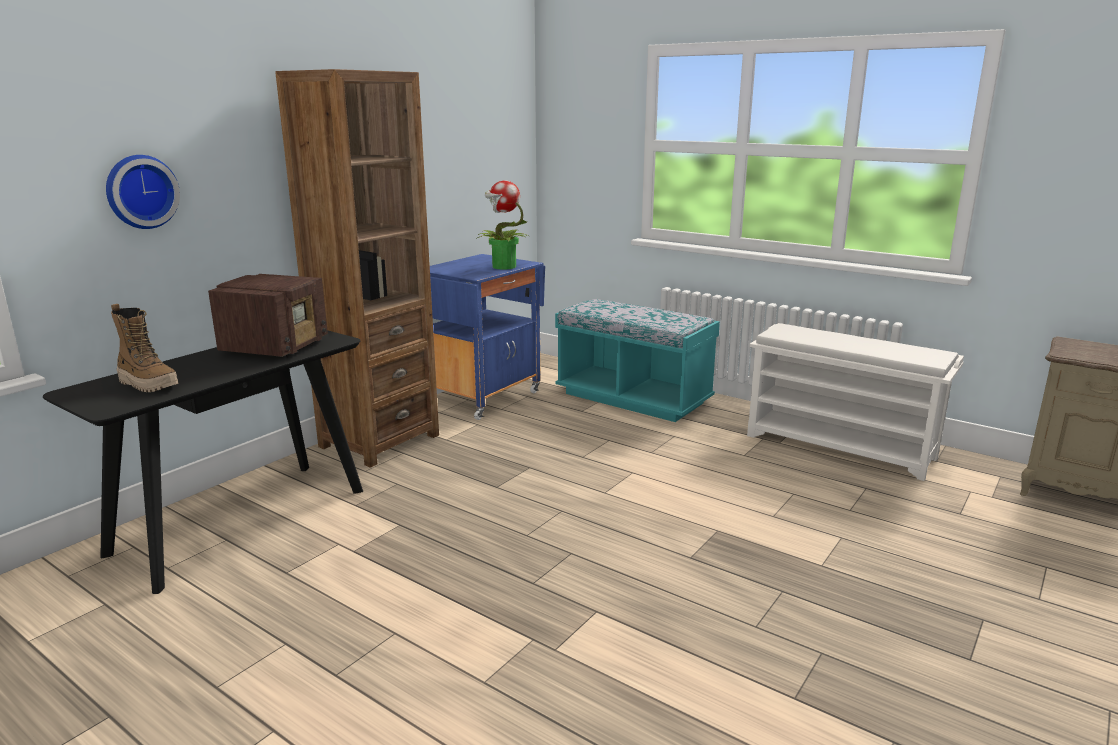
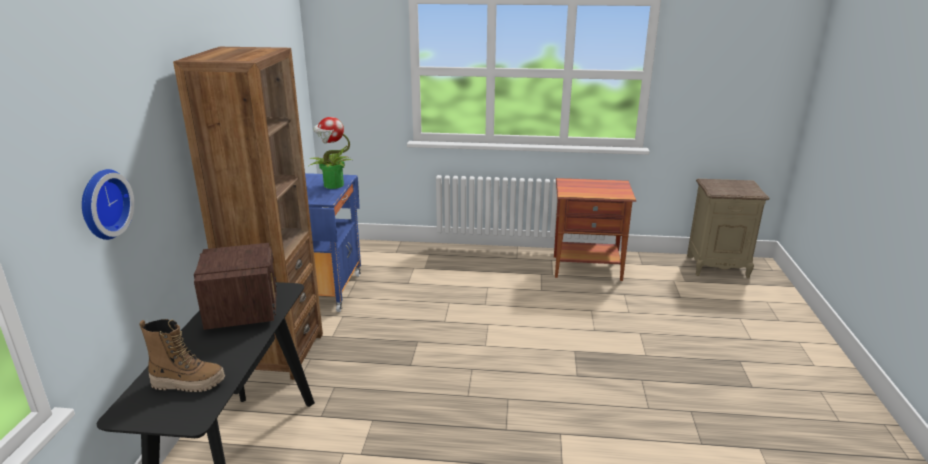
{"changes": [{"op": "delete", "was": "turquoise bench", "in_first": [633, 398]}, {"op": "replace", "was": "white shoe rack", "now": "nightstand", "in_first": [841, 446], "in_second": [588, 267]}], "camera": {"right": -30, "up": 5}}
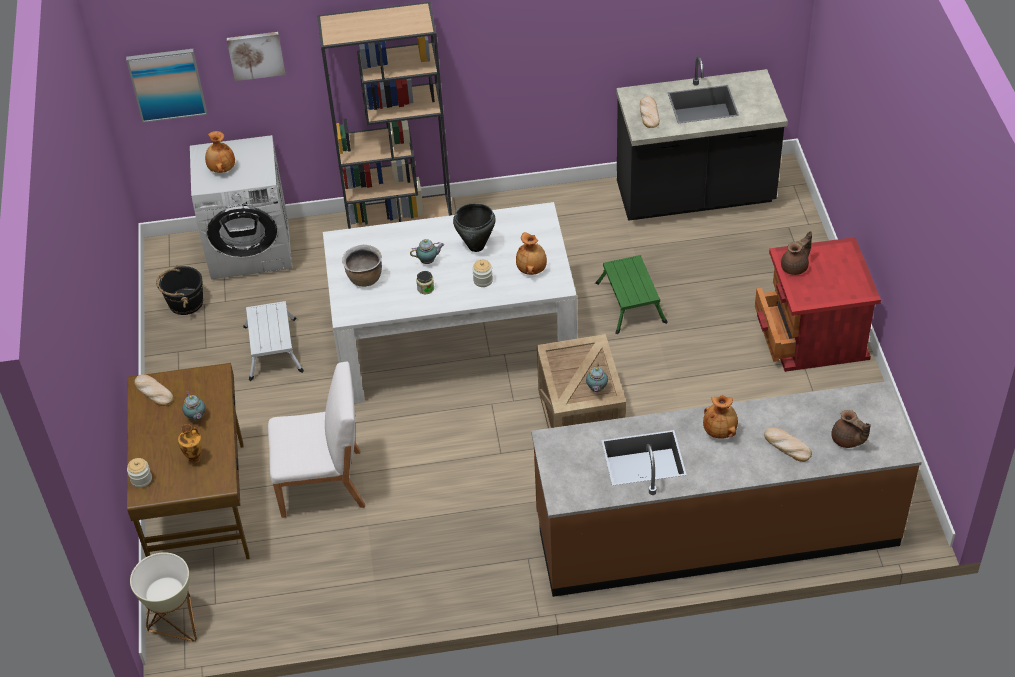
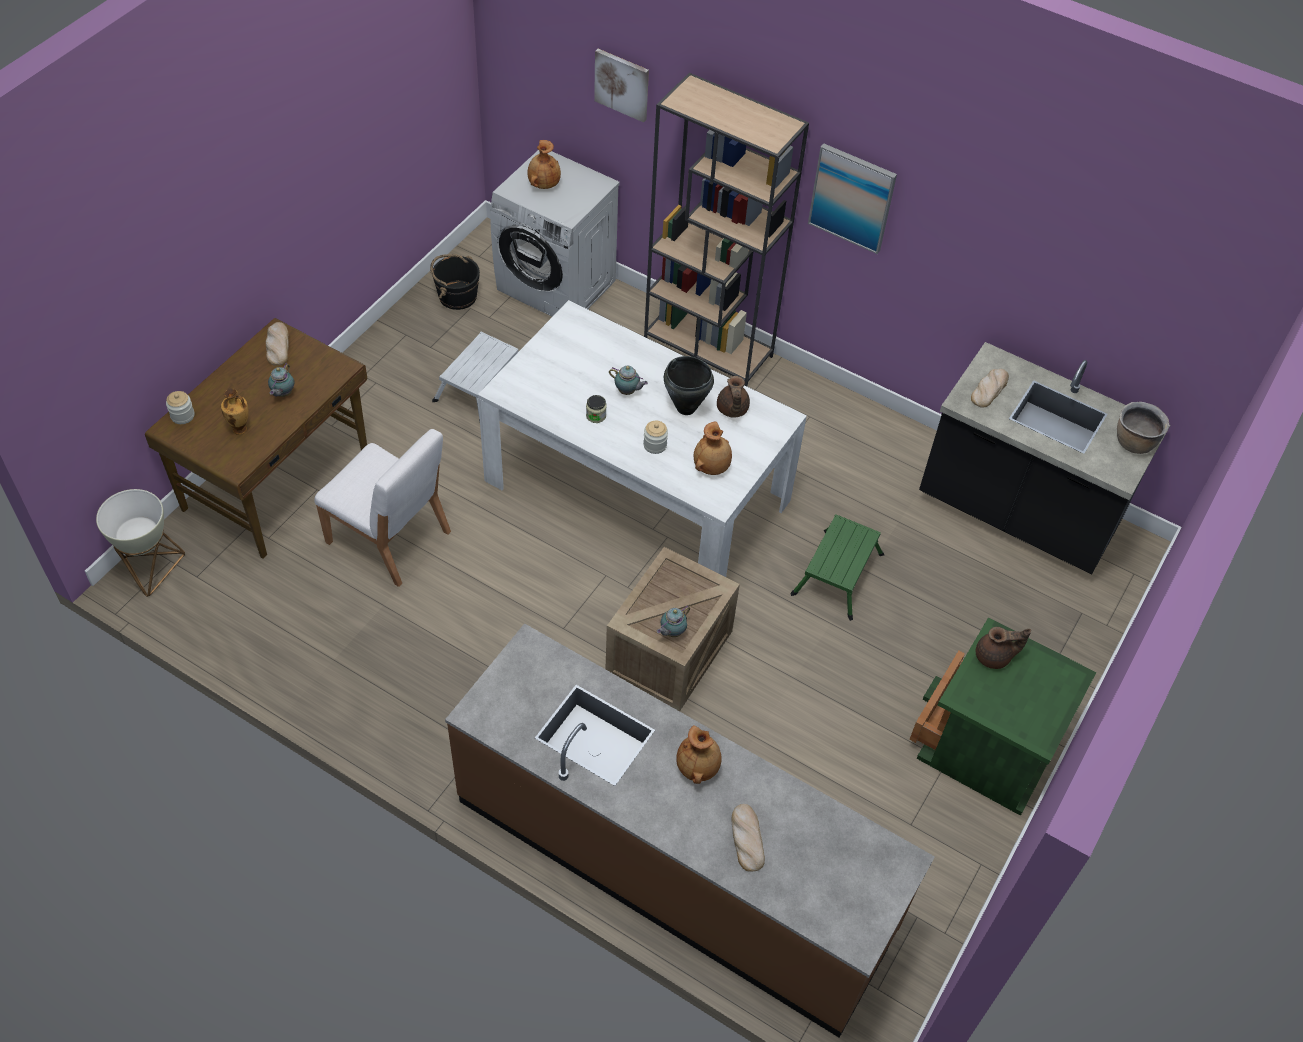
{"changes": [{"op": "move", "was": "picture", "in_first": [167, 84], "in_second": [852, 197]}, {"op": "move", "was": "brown cooking pot", "in_first": [364, 278], "in_second": [1133, 442]}, {"op": "recolor", "was": "red nightstand", "now": "green nightstand", "in_first": [810, 335], "in_second": [983, 741]}, {"op": "move", "was": "brown teapot", "in_first": [847, 440], "in_second": [732, 410]}], "camera": {"right": 35, "up": 5}}
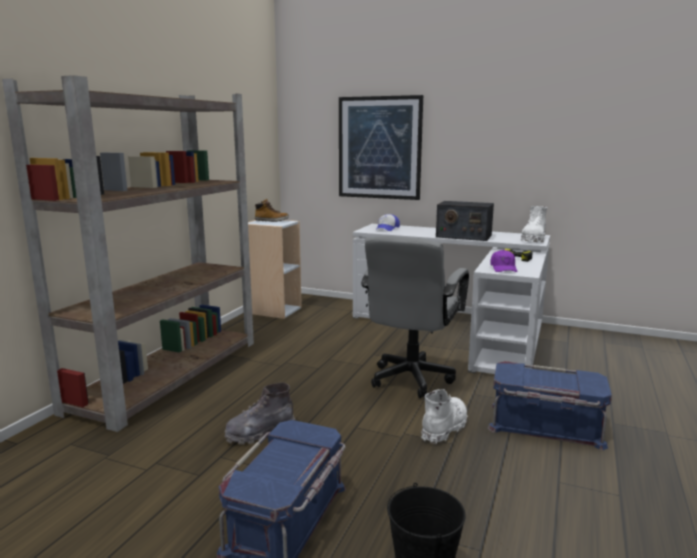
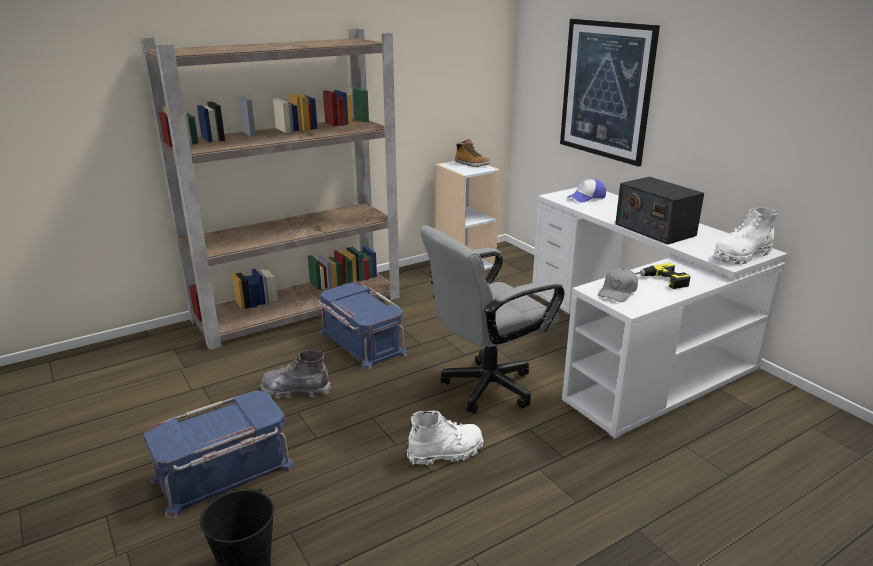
{"changes": [{"op": "move", "was": "blue storage box", "in_first": [545, 426], "in_second": [361, 342]}, {"op": "recolor", "was": "purple cap", "now": "grey cap", "in_first": [503, 268], "in_second": [618, 292]}], "camera": {"right": 35, "up": 10}}
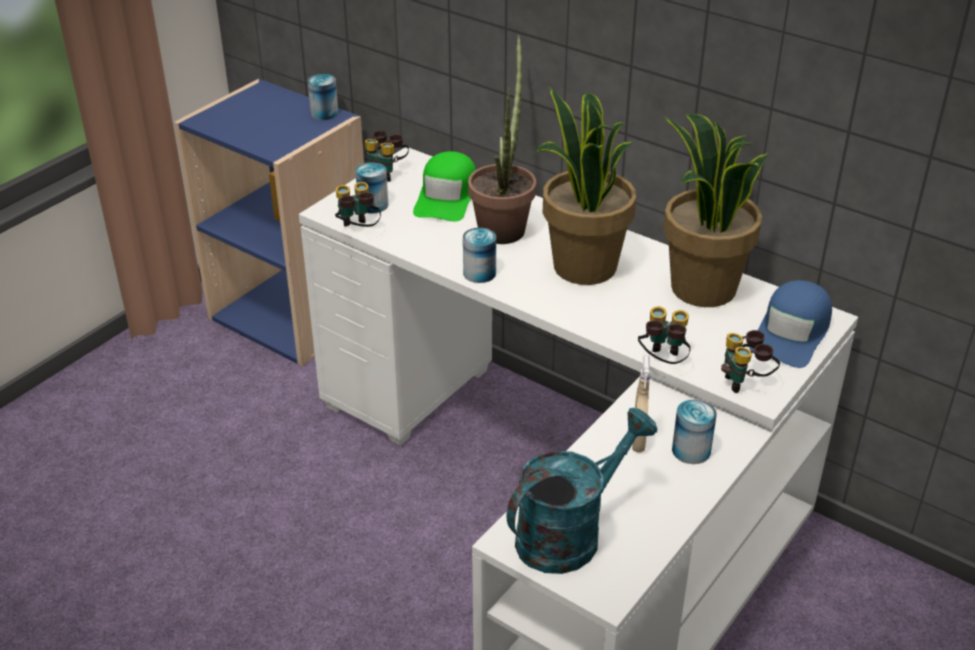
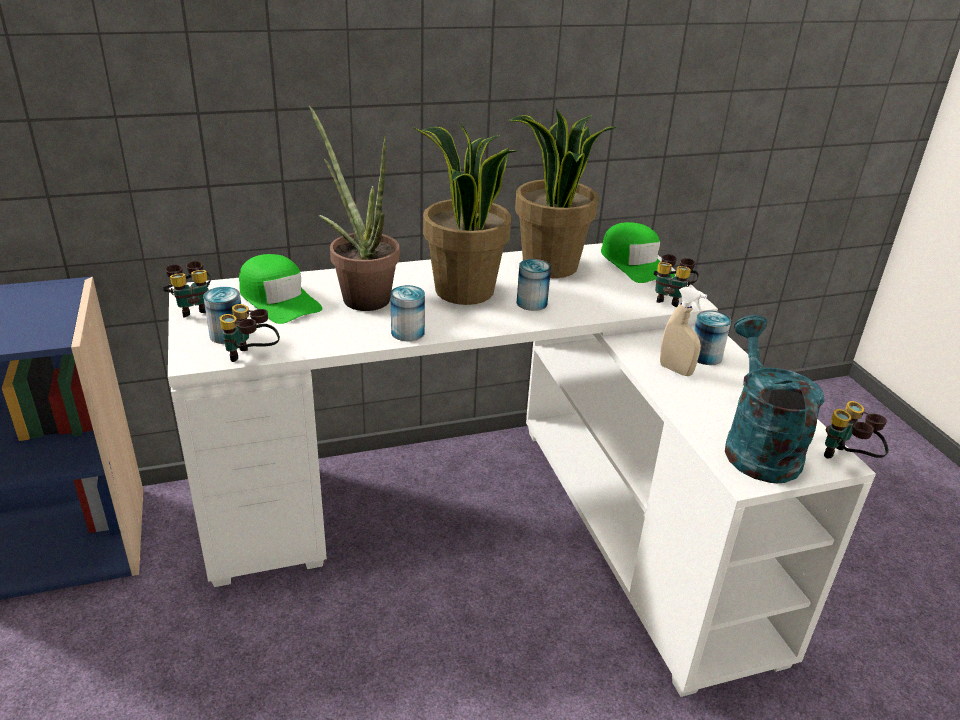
{"changes": [{"op": "move", "was": "can", "in_first": [324, 113], "in_second": [531, 303]}, {"op": "move", "was": "binoculars", "in_first": [662, 361], "in_second": [847, 461]}, {"op": "recolor", "was": "blue cap", "now": "green cap", "in_first": [791, 333], "in_second": [634, 263]}], "camera": {"right": -55, "up": -5}}
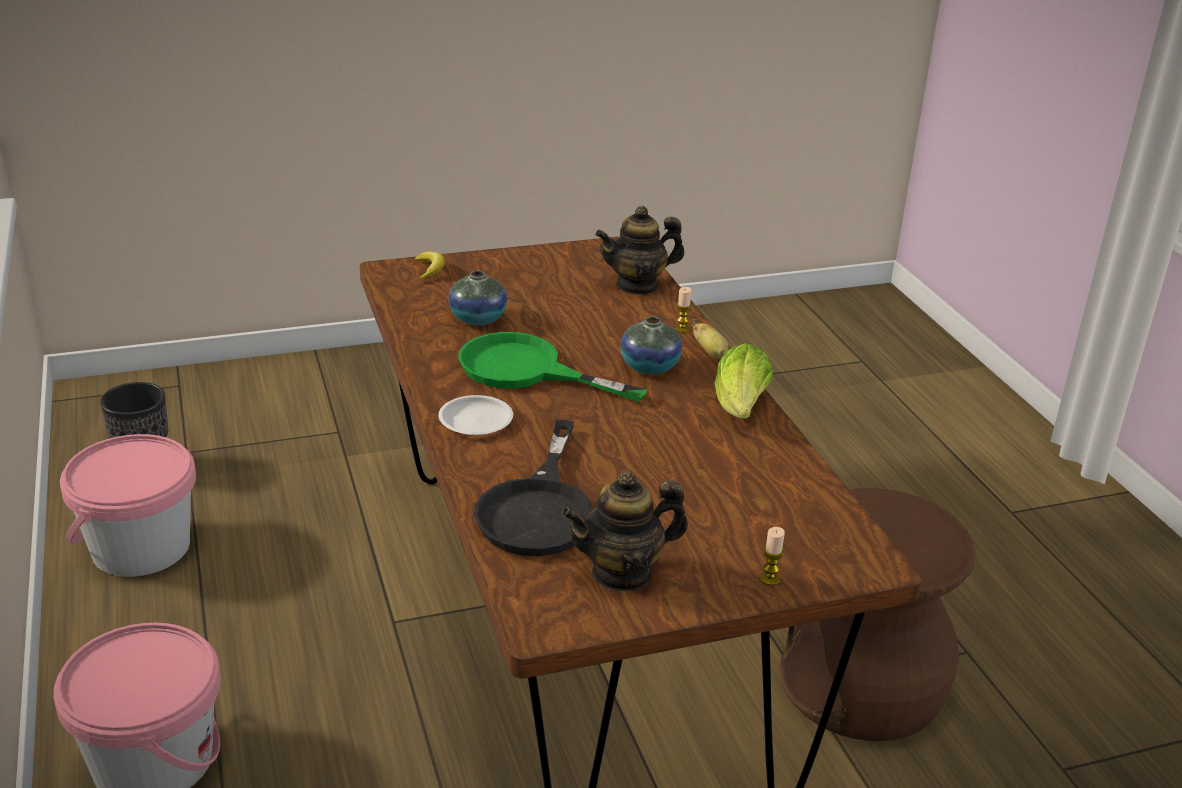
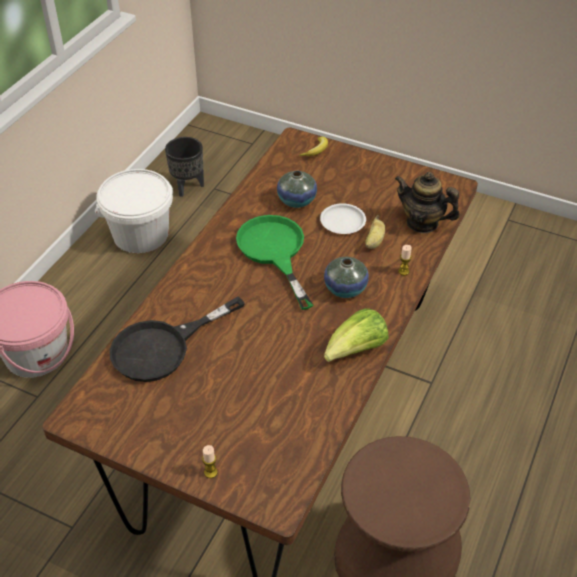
{"changes": [{"op": "recolor", "was": "pink bucket", "now": "white bucket", "in_first": [140, 547], "in_second": [140, 234]}, {"op": "move", "was": "white plate", "in_first": [476, 421], "in_second": [342, 222]}, {"op": "delete", "was": "teapot", "in_first": [622, 572]}, {"op": "move", "was": "banana", "in_first": [711, 353], "in_second": [374, 242]}], "camera": {"right": 45, "up": 15}}
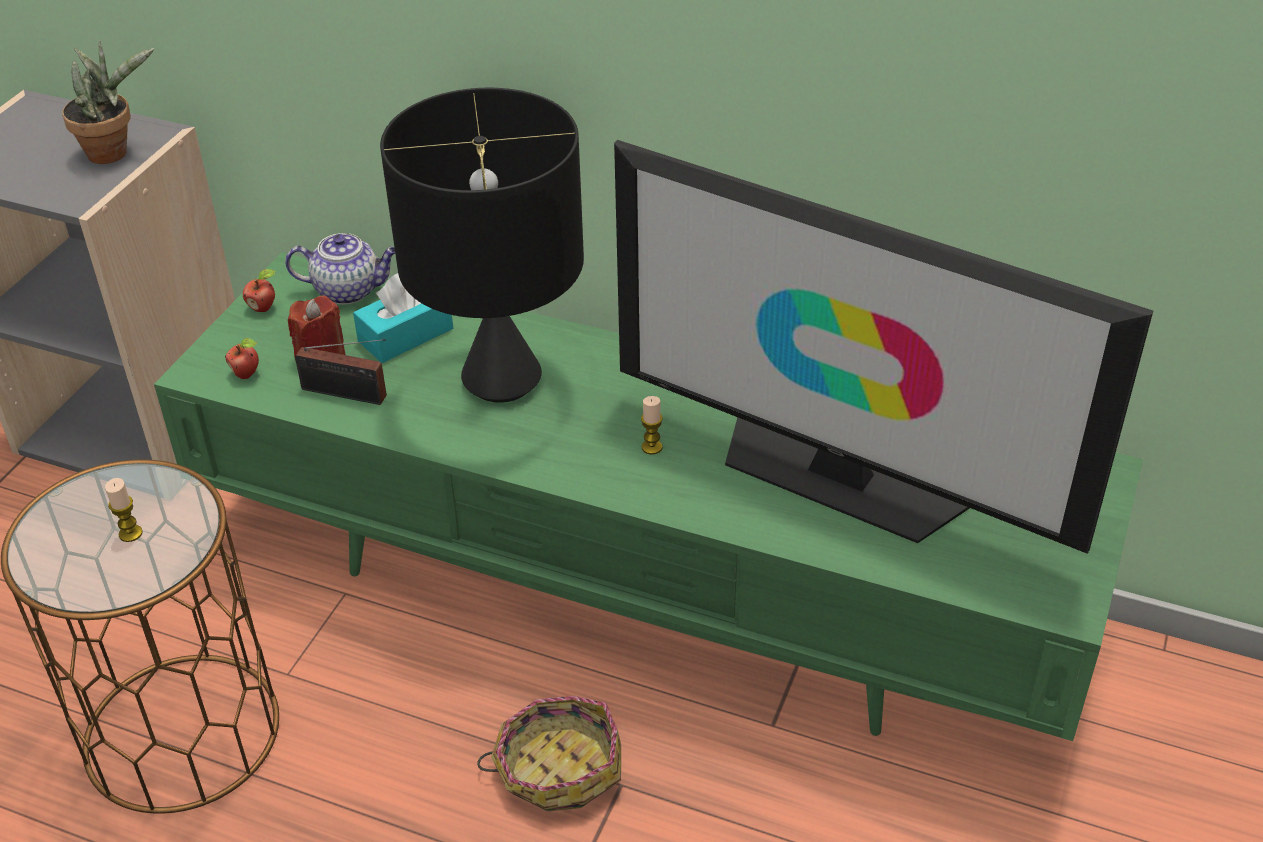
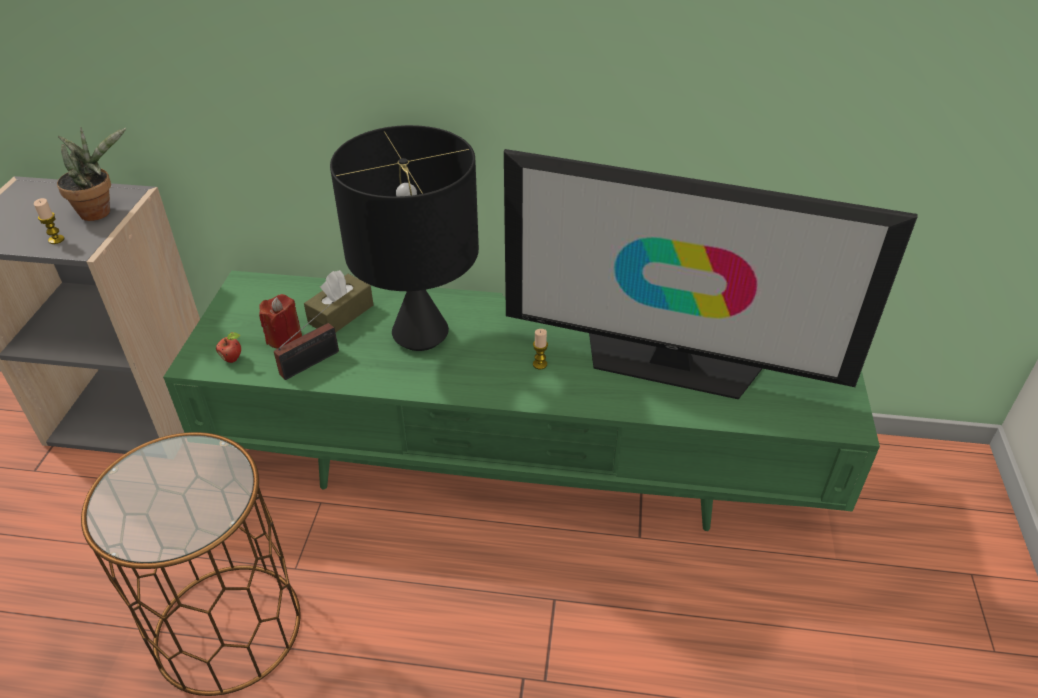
{"changes": [{"op": "move", "was": "candle", "in_first": [130, 533], "in_second": [56, 239]}, {"op": "delete", "was": "apple", "in_first": [264, 308]}, {"op": "delete", "was": "teapot", "in_first": [349, 290]}, {"op": "rotate", "was": "radio", "in_first": [348, 394], "in_second": [313, 361], "clockwise": -45}, {"op": "recolor", "was": "turquoise tissue box", "now": "brown tissue box", "in_first": [405, 335], "in_second": [341, 314]}, {"op": "delete", "was": "basket", "in_first": [558, 767]}], "camera": {"right": -15, "up": 0}}
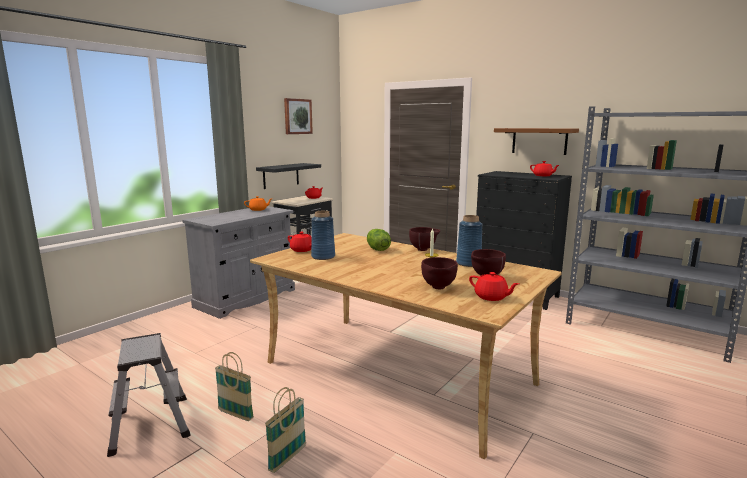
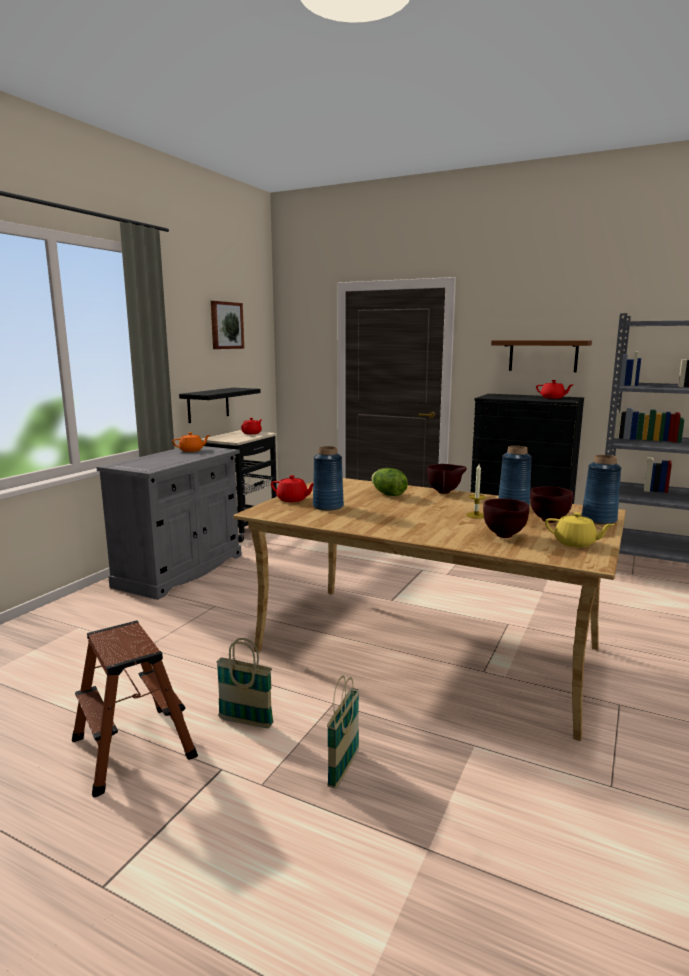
{"changes": [{"op": "recolor", "was": "grey step ladder", "now": "brown step ladder", "in_first": [150, 424], "in_second": [133, 747]}, {"op": "recolor", "was": "red teapot", "now": "yellow teapot", "in_first": [491, 297], "in_second": [575, 543]}, {"op": "insert", "now": "blue vase", "in_second": [598, 519]}], "camera": {"right": -10, "up": 0}}
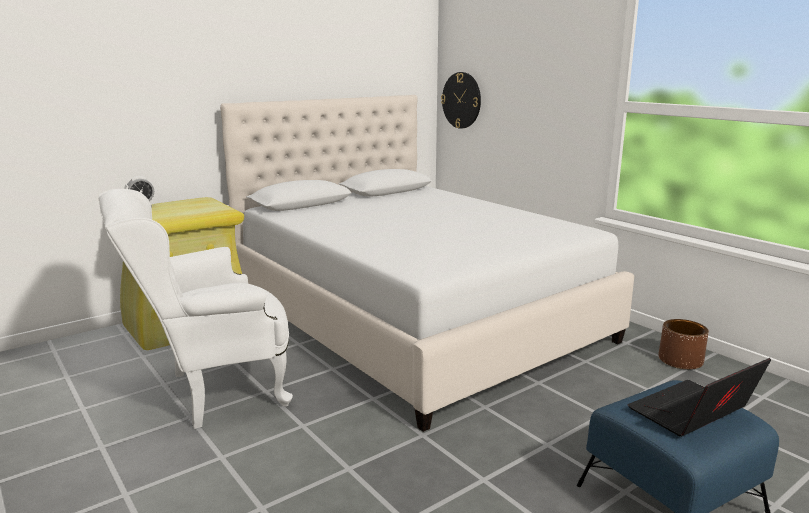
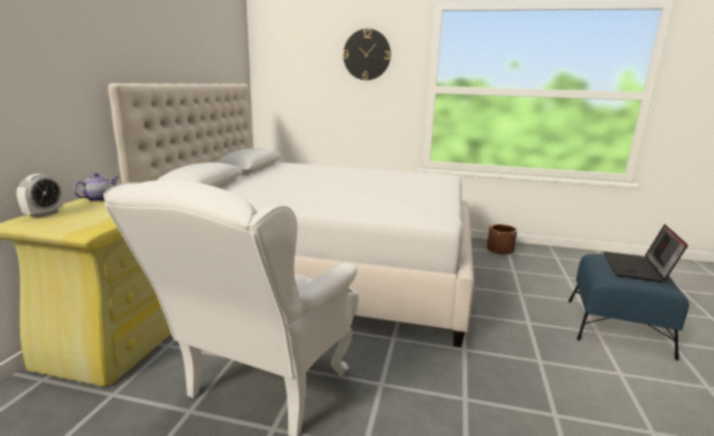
{"changes": [{"op": "move", "was": "wall clock", "in_first": [461, 100], "in_second": [367, 55]}, {"op": "insert", "now": "teapot", "in_second": [99, 199]}], "camera": {"right": -40, "up": 0}}
